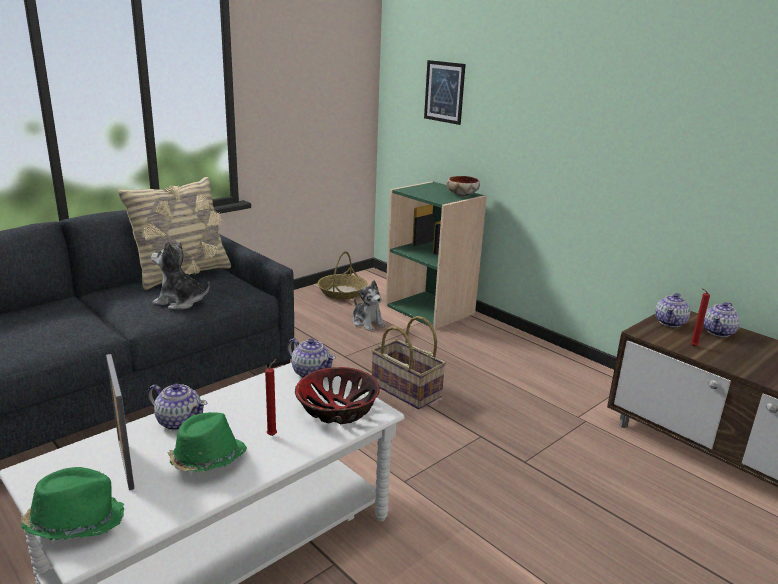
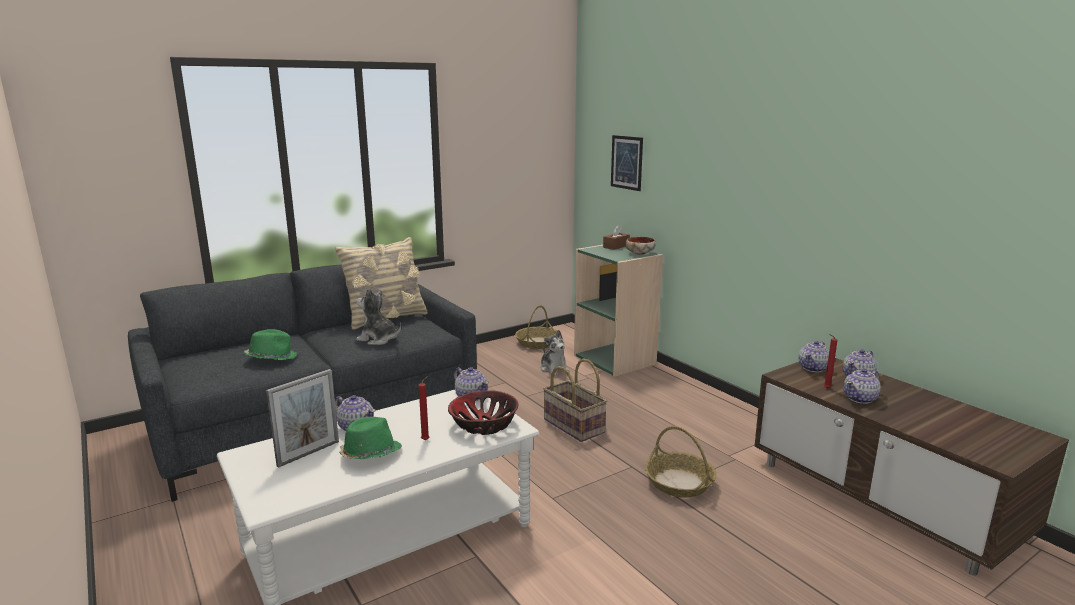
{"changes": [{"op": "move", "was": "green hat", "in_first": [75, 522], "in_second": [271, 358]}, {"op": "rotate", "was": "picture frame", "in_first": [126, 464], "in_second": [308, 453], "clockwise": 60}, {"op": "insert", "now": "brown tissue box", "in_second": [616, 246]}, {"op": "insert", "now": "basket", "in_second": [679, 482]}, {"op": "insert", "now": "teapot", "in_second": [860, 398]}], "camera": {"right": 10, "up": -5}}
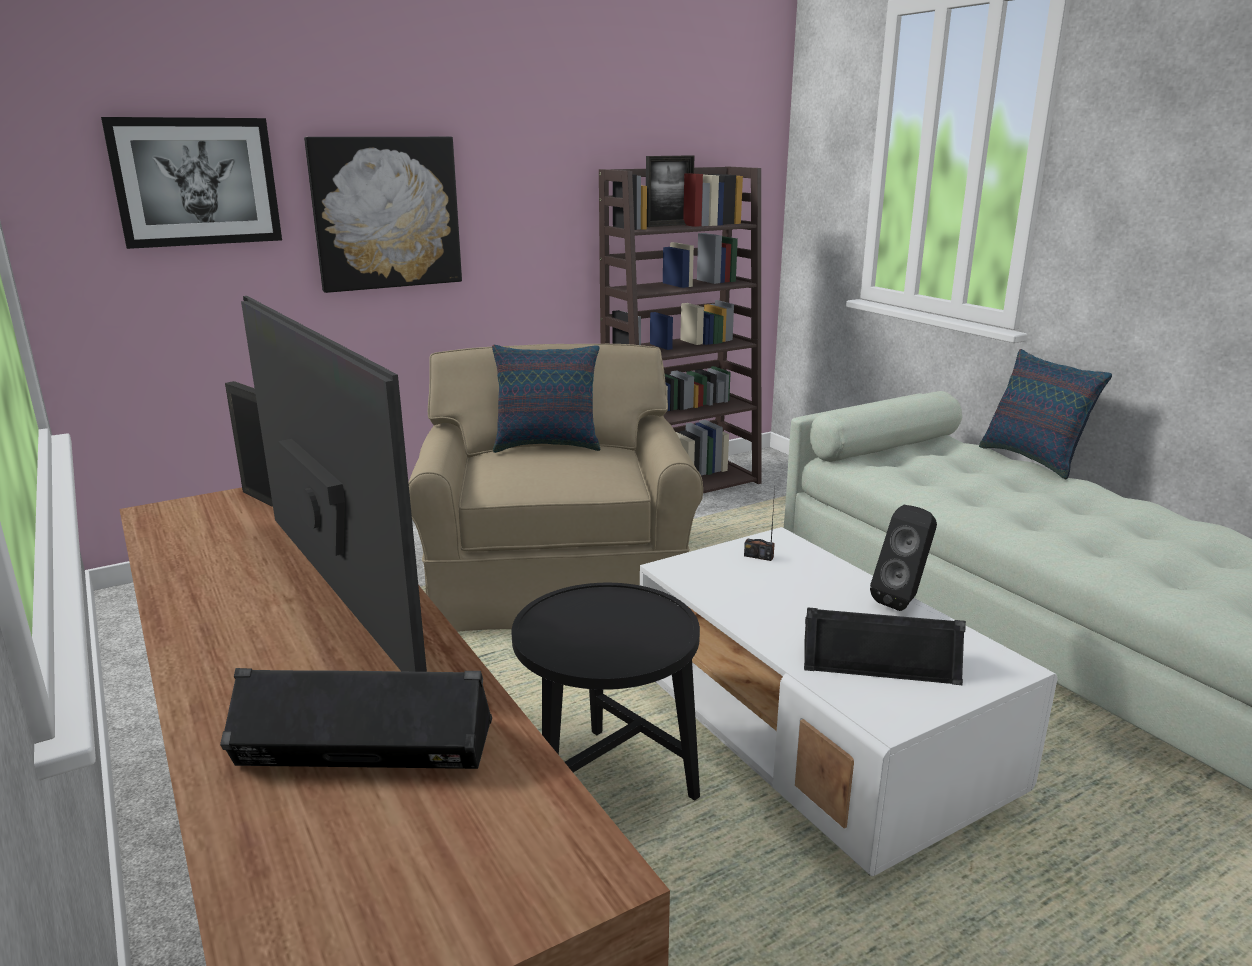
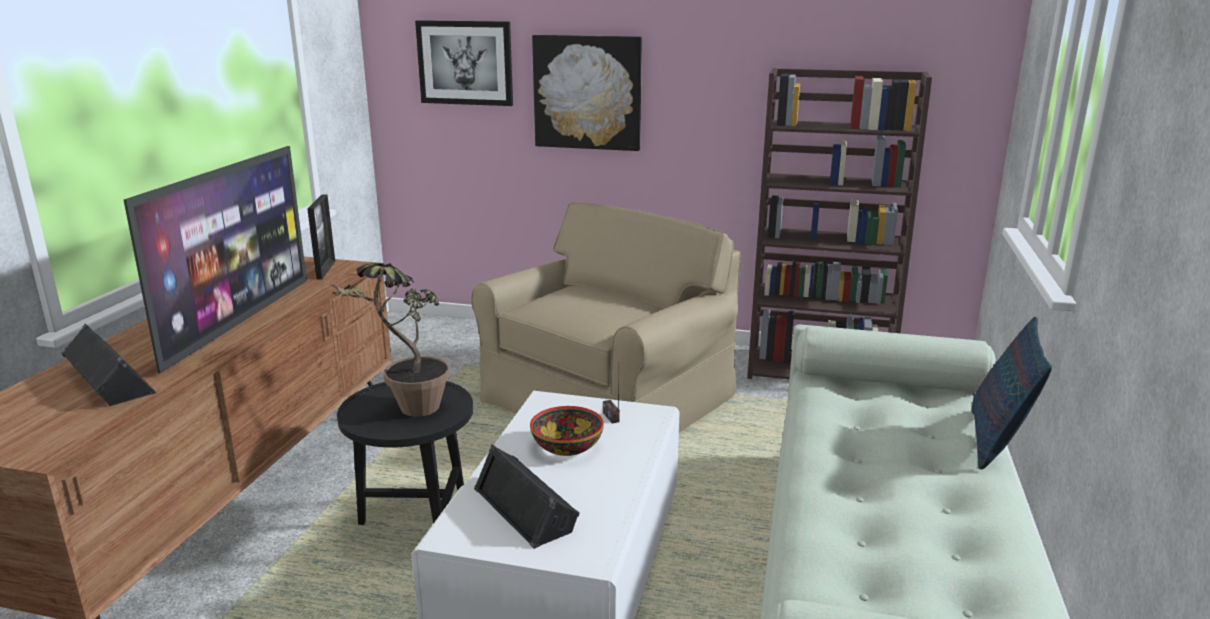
{"changes": [{"op": "delete", "was": "blue pillow", "in_first": [547, 446]}, {"op": "delete", "was": "picture frame", "in_first": [669, 225]}, {"op": "delete", "was": "black speaker", "in_first": [903, 601]}, {"op": "insert", "now": "potted plant", "in_second": [408, 413]}, {"op": "insert", "now": "bowl", "in_second": [567, 447]}], "camera": {"right": 45, "up": 0}}
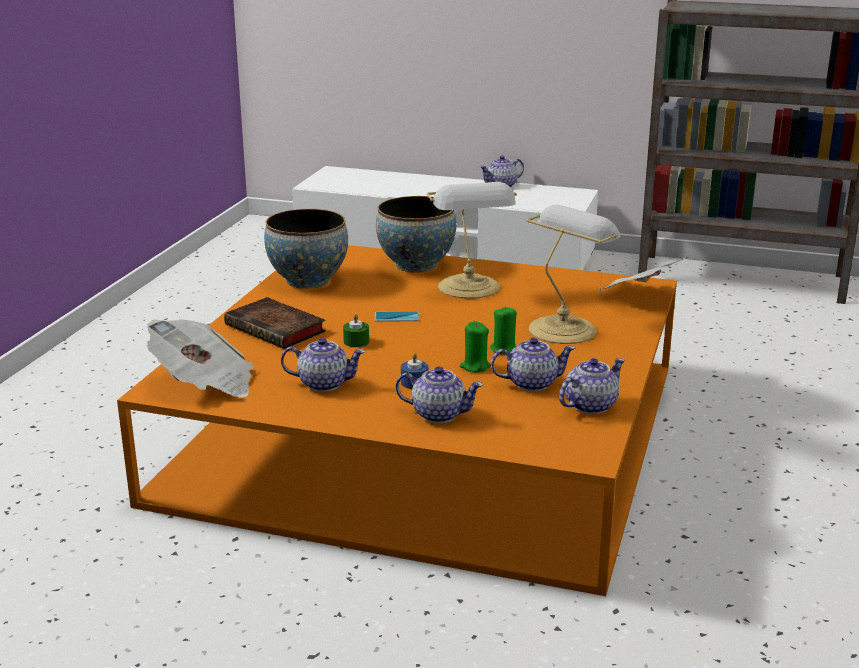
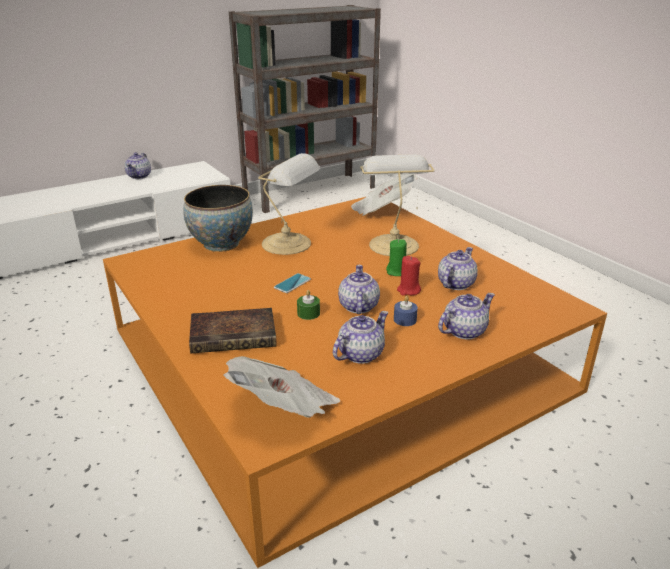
{"changes": [{"op": "delete", "was": "bowl", "in_first": [308, 280]}, {"op": "recolor", "was": "green candle", "now": "red candle", "in_first": [475, 367], "in_second": [408, 290]}, {"op": "move", "was": "teapot", "in_first": [589, 405], "in_second": [358, 306]}], "camera": {"right": -50, "up": 5}}
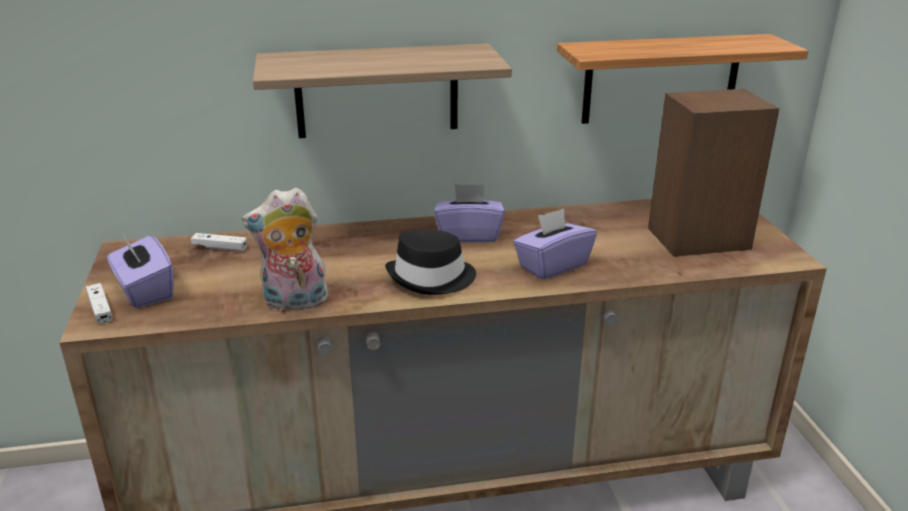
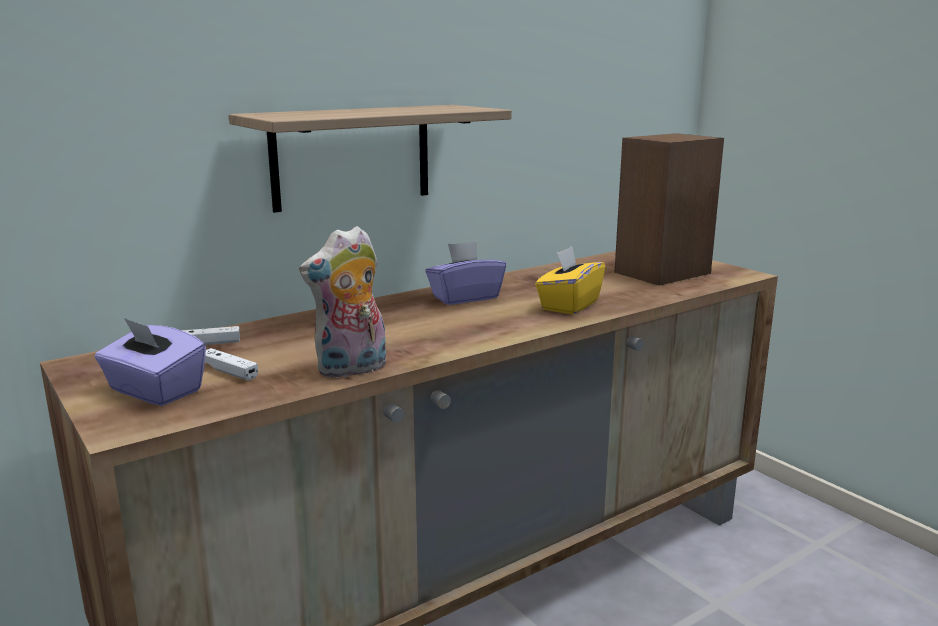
{"changes": [{"op": "move", "was": "white game controller", "in_first": [100, 309], "in_second": [228, 372]}, {"op": "delete", "was": "black hat", "in_first": [432, 278]}, {"op": "recolor", "was": "purple tissue box", "now": "yellow tissue box", "in_first": [552, 265], "in_second": [569, 305]}, {"op": "delete", "was": "shelf", "in_first": [661, 79]}], "camera": {"right": -25, "up": -10}}
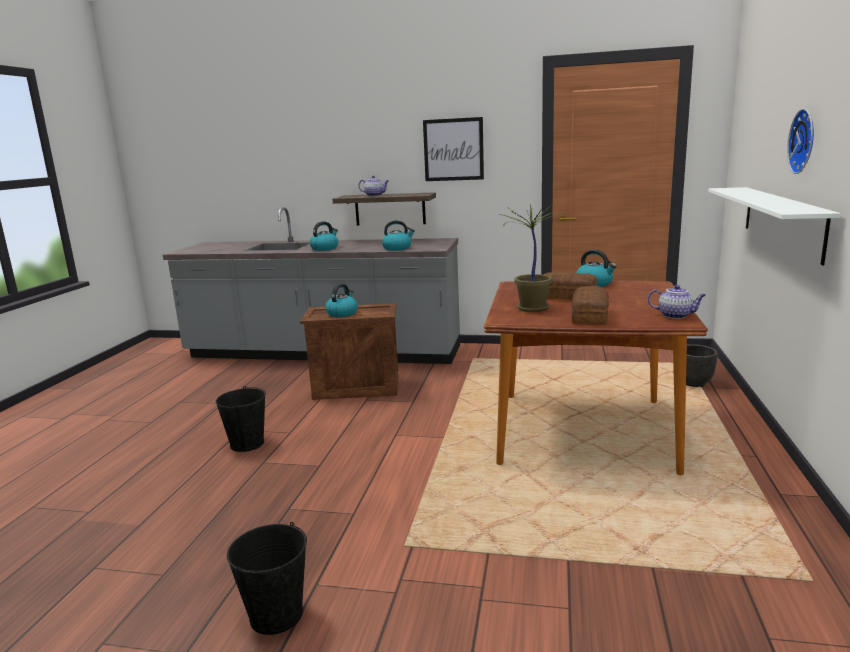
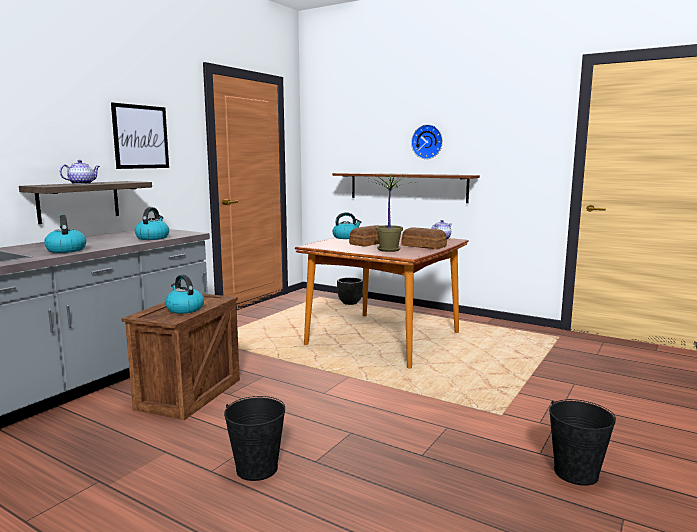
{"changes": [{"op": "recolor", "was": "white shelf", "now": "brown shelf", "in_first": [781, 220], "in_second": [407, 187]}], "camera": {"right": -70, "up": -5}}
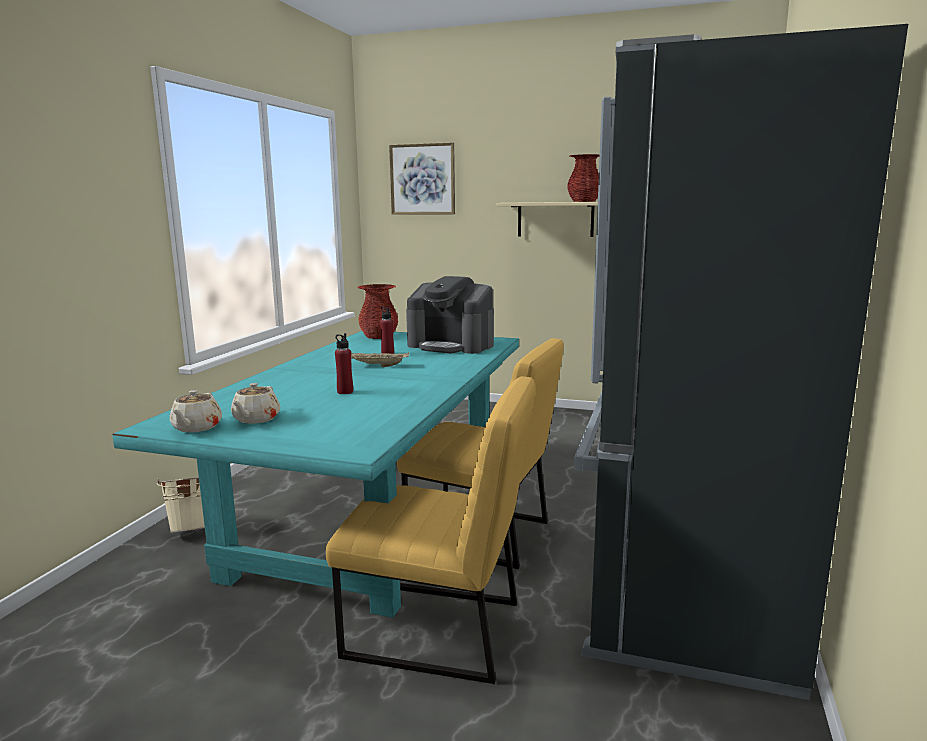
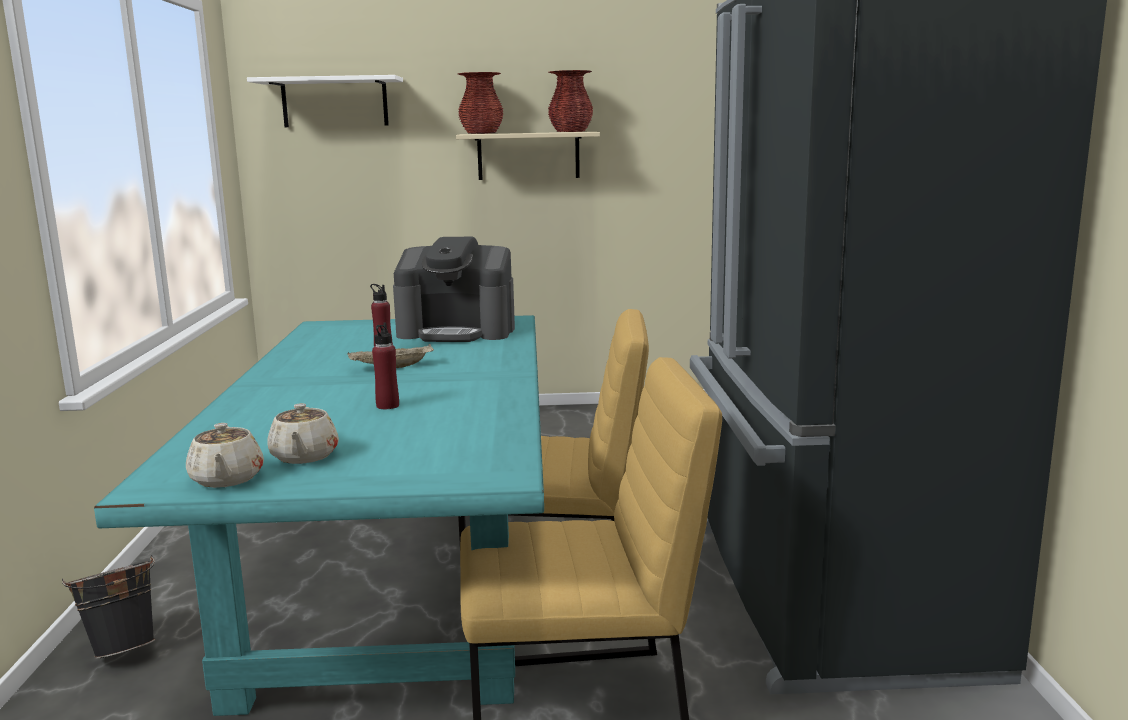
{"changes": [{"op": "recolor", "was": "beige bucket", "now": "black bucket", "in_first": [192, 529], "in_second": [123, 648]}, {"op": "move", "was": "red vase", "in_first": [379, 337], "in_second": [481, 133]}, {"op": "replace", "was": "picture", "now": "white shelf", "in_first": [422, 179], "in_second": [335, 102]}], "camera": {"right": -20, "up": 0}}
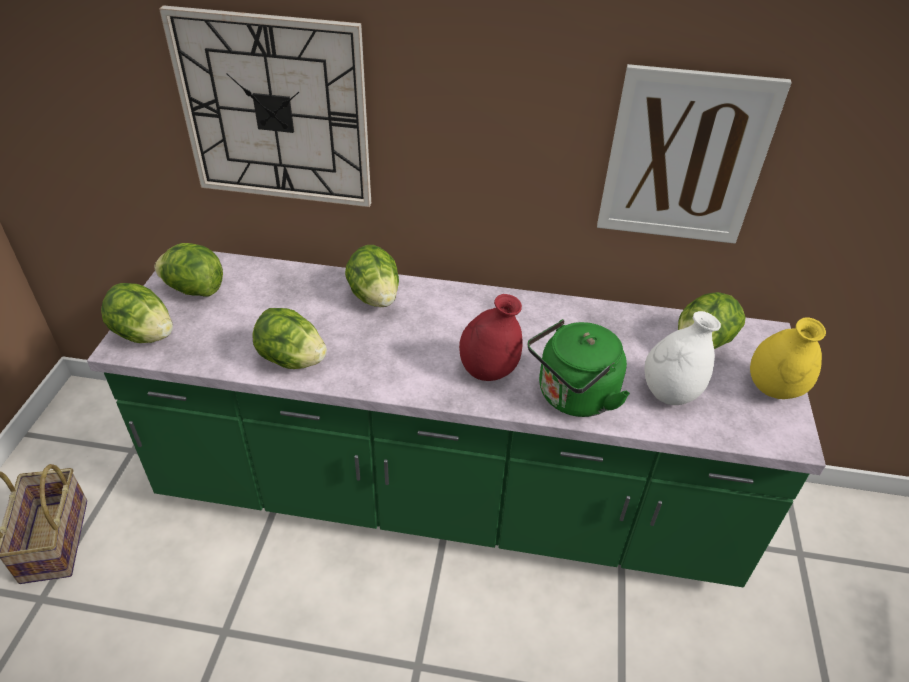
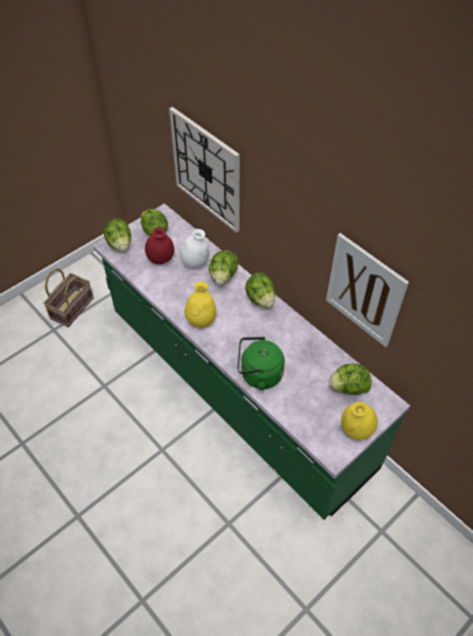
{"changes": [{"op": "move", "was": "lettuce", "in_first": [292, 360], "in_second": [260, 299]}, {"op": "move", "was": "red vase", "in_first": [488, 371], "in_second": [160, 259]}, {"op": "move", "was": "white vase", "in_first": [670, 393], "in_second": [195, 263]}, {"op": "insert", "now": "yellow vase", "in_second": [201, 320]}], "camera": {"right": 40, "up": 10}}
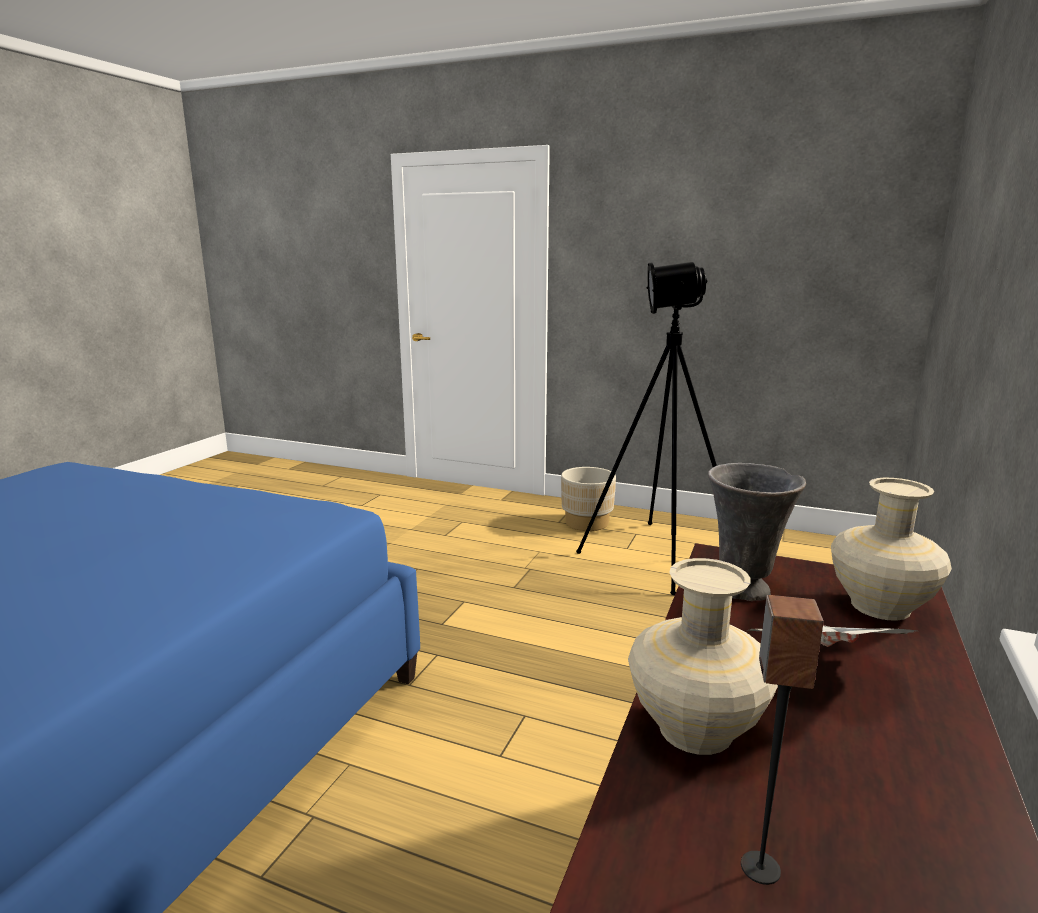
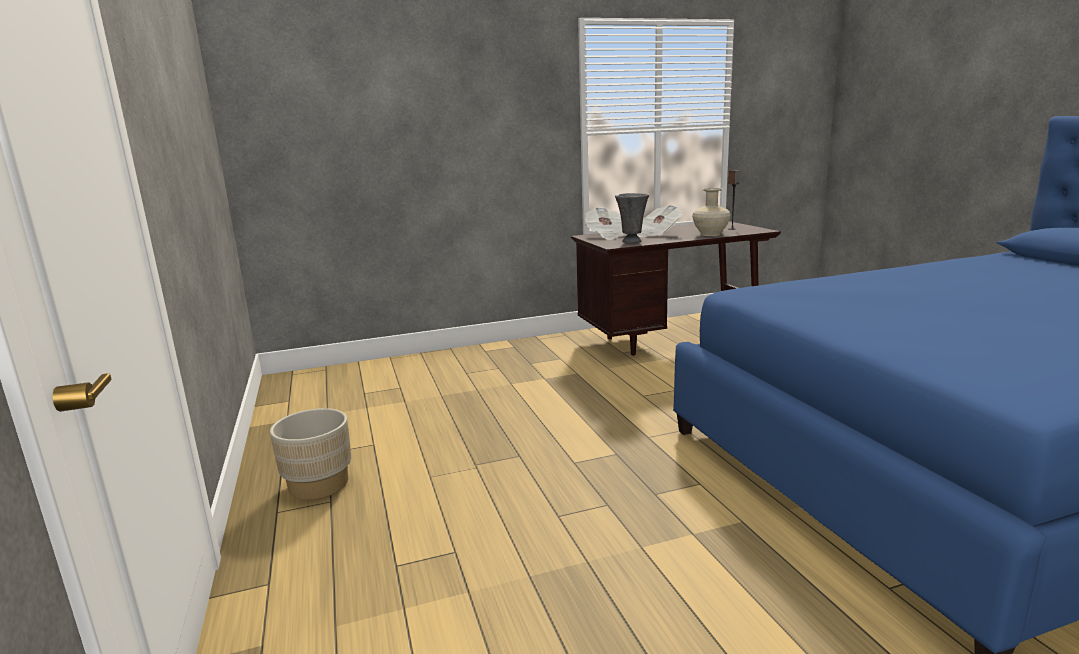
{"changes": [{"op": "delete", "was": "black floor lamp", "in_first": [659, 555]}, {"op": "replace", "was": "beige vase", "now": "newspaper", "in_first": [878, 606], "in_second": [607, 236]}], "camera": {"right": -130, "up": 0}}
